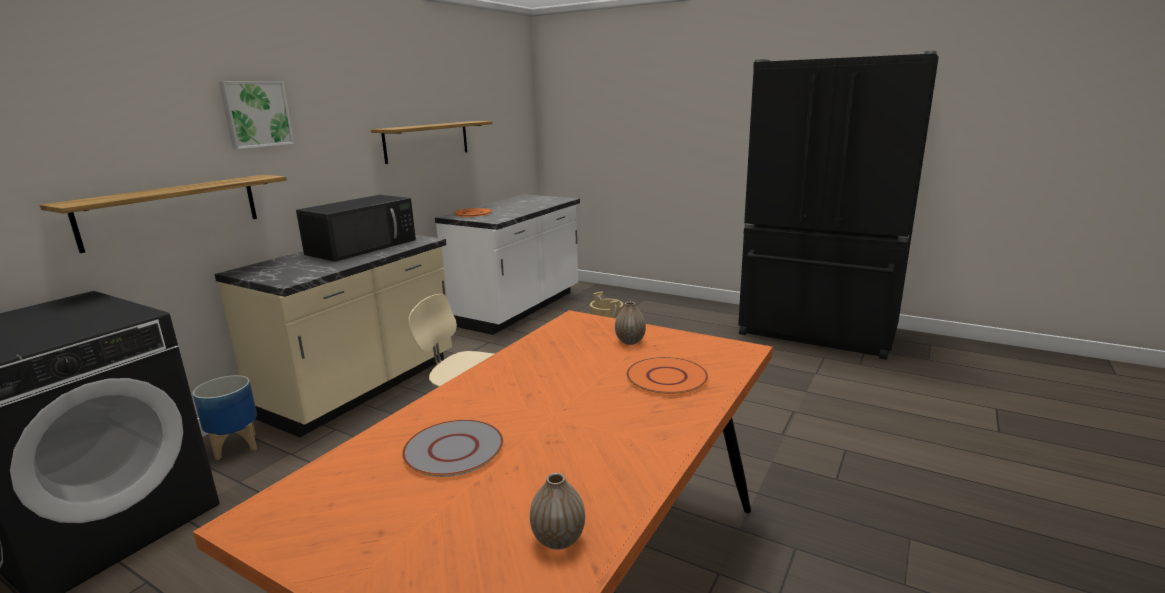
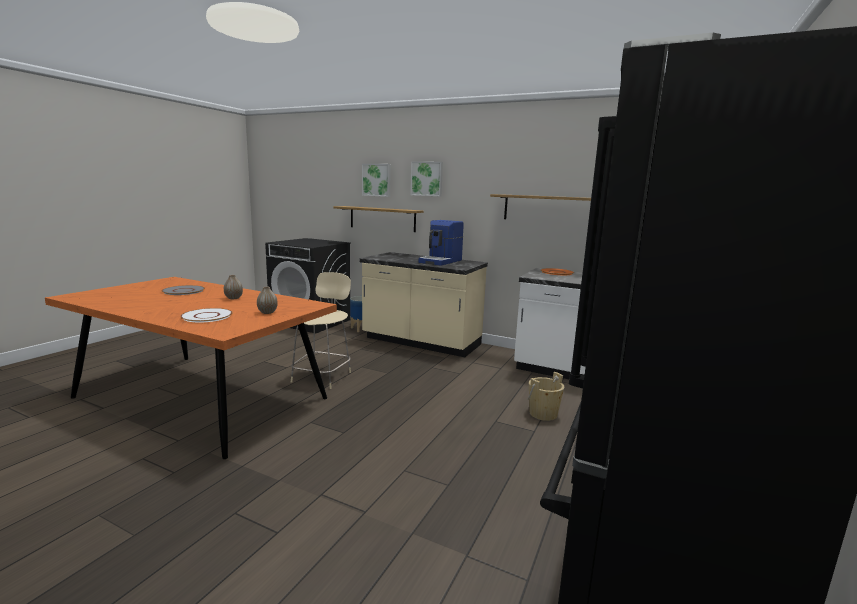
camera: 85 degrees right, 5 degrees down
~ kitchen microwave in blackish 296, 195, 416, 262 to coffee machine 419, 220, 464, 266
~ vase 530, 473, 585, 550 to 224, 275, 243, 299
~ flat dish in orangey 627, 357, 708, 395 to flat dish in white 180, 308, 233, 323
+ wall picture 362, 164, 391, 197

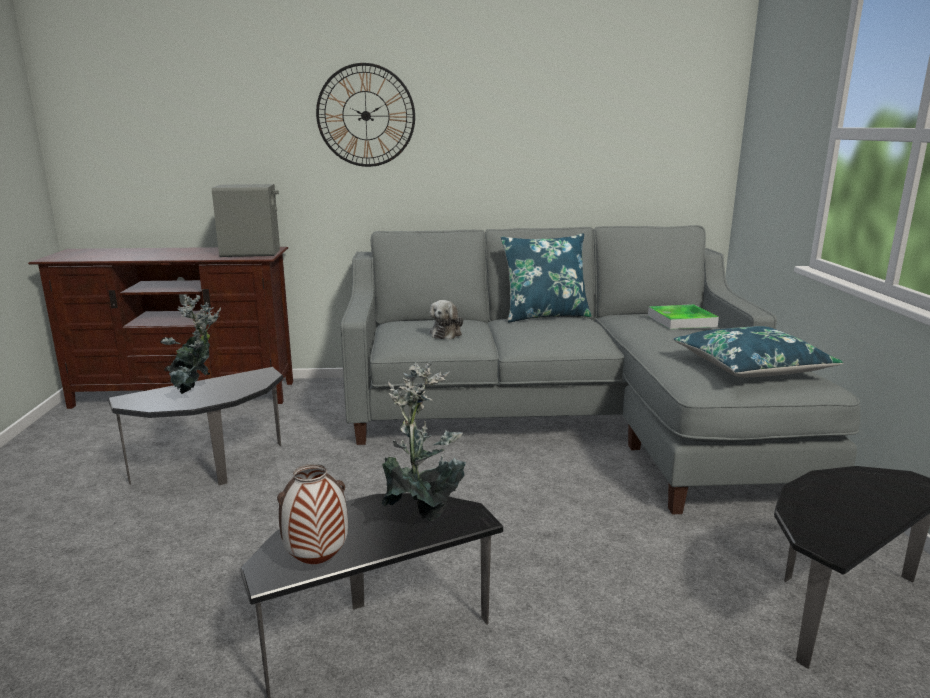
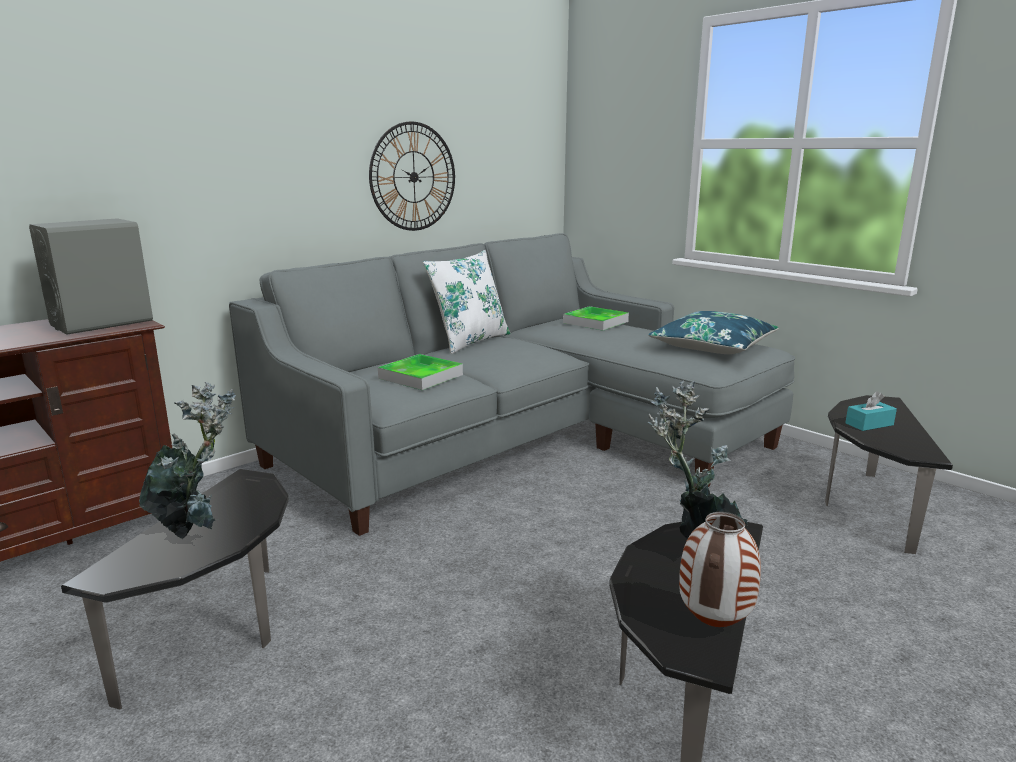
camera: 40 degrees left, 0 degrees up
~ wall clock 316, 63, 415, 167 to 369, 122, 455, 231
~ cuddly toy 429, 300, 463, 339 to carrying tray 378, 354, 463, 390
~ cushion in blue 501, 233, 591, 323 to cushion in white 423, 250, 510, 354
+ box of tissues in turquoise 845, 391, 897, 431

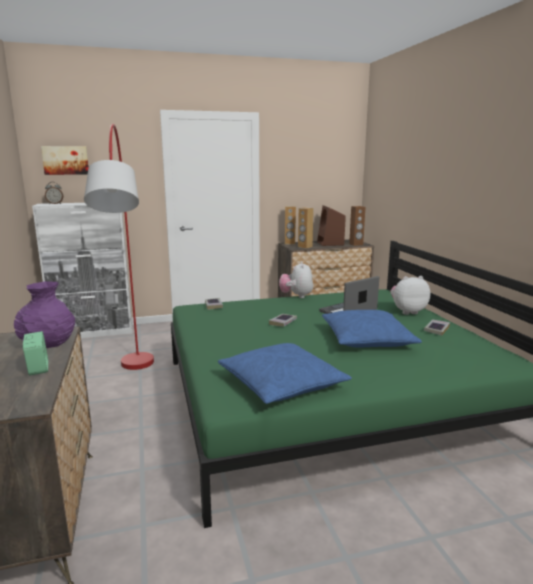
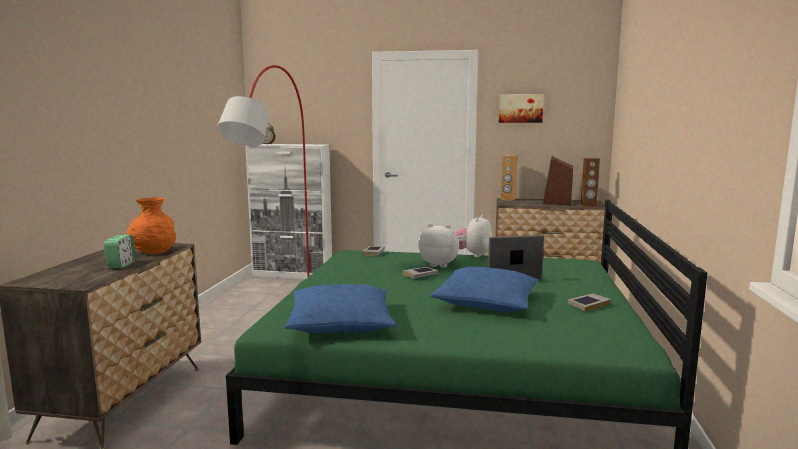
camera: 25 degrees right, 5 degrees down
~ vase in purple-coloured 14, 281, 75, 348 to vase in orangey 126, 197, 176, 254
~ wall picture 41, 146, 89, 175 to 499, 94, 544, 123
- speaker in brown-coloured 298, 207, 313, 249
~ cuddly toy 391, 276, 430, 315 to 419, 224, 459, 268

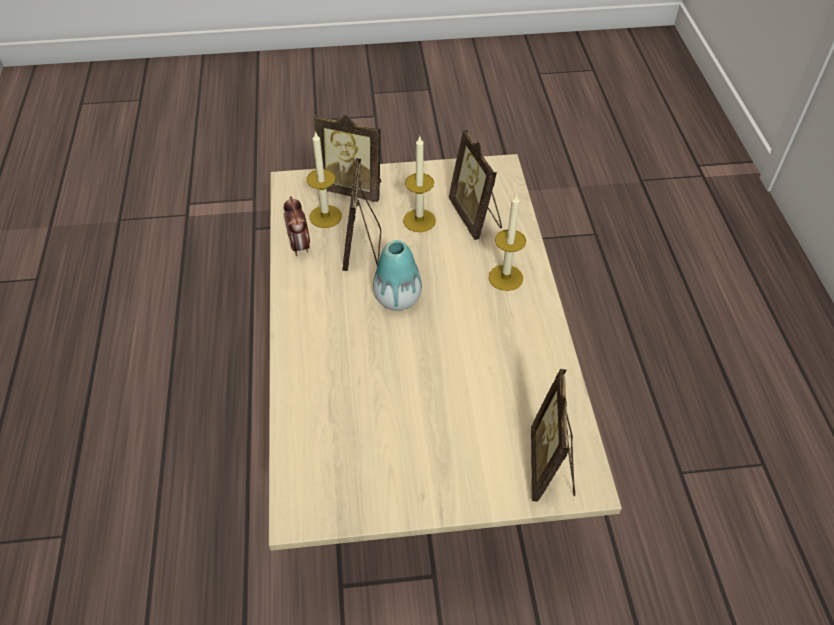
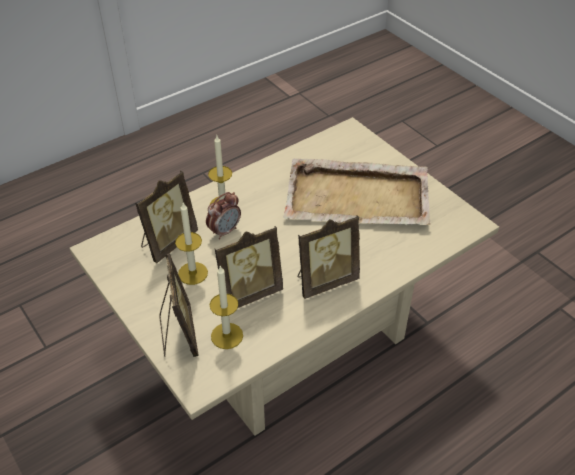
camera: 120 degrees left, 5 degrees down
~ alarm clock 284, 196, 310, 256 to 206, 192, 241, 240
- vase 373, 240, 422, 311
~ standing frame 531, 369, 575, 502 to 298, 215, 360, 299
+ carrying tray in sand-coloured 283, 159, 431, 225

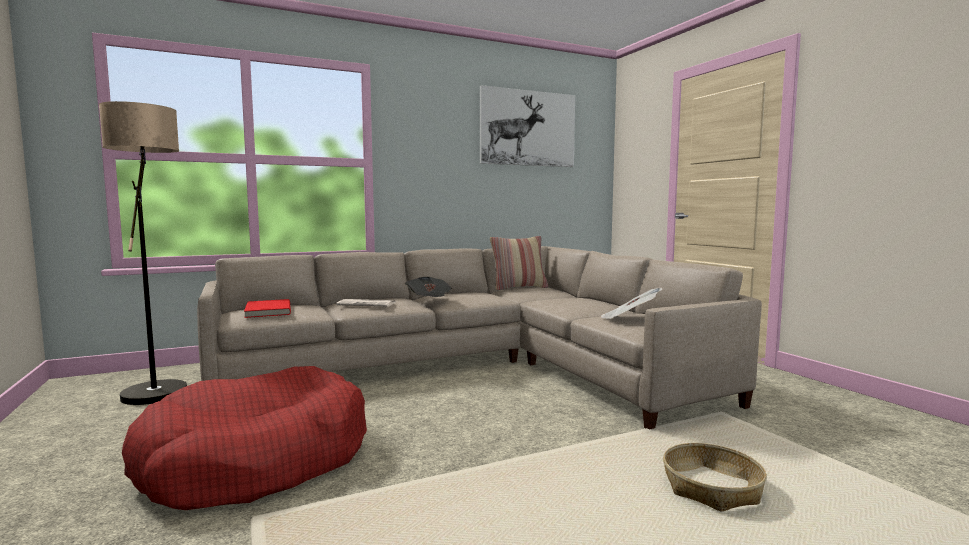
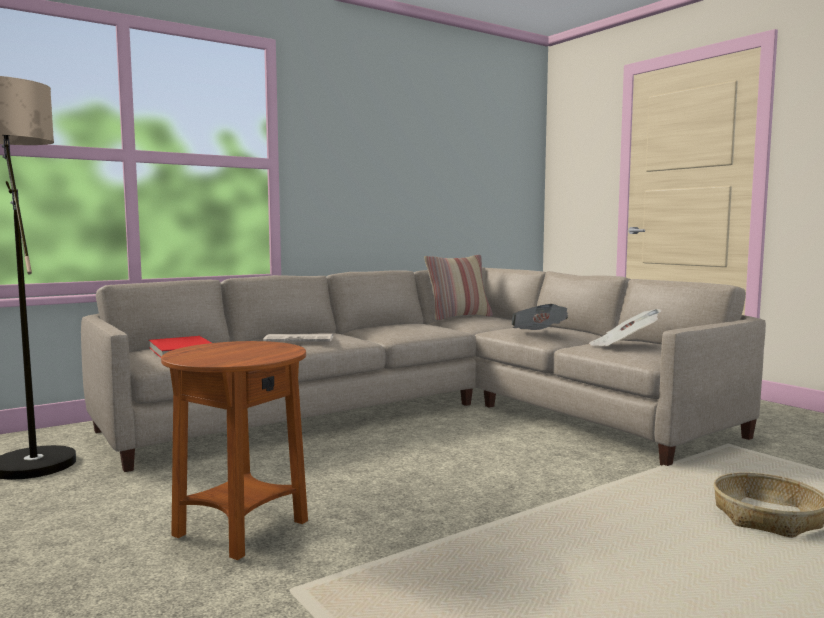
camera: 10 degrees left, 0 degrees up
~ dog cushion in reddish 122, 366, 367, 510 to accent table in brown-coloured 161, 341, 308, 560
~ daily paper 405, 277, 452, 297 to 512, 304, 568, 330
- wall picture 480, 85, 575, 167

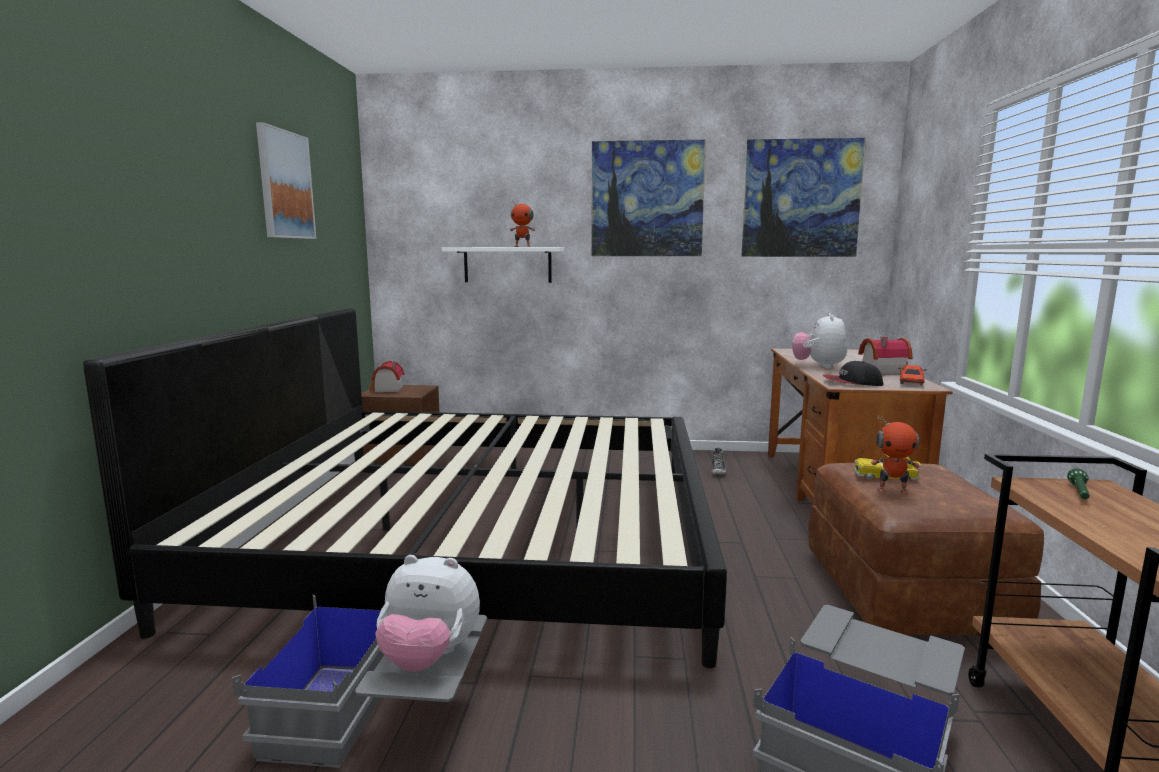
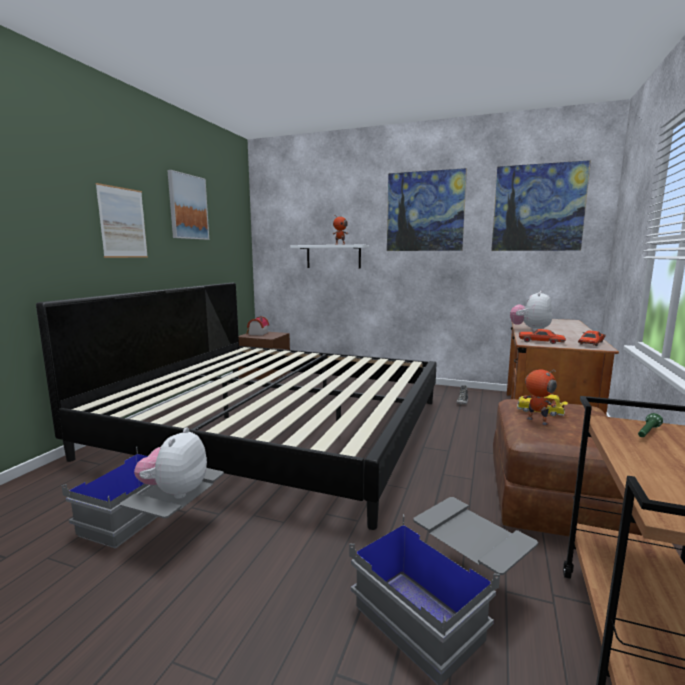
camera: 15 degrees right, 0 degrees up
~ cuddly toy 375, 555, 480, 672 = 134, 427, 207, 499 75 degrees clockwise
~ baseball cap 823, 361, 884, 386 to toy car in reddish 519, 329, 566, 344
- model house 858, 336, 913, 375
~ robot figure 871, 415, 920, 494 = 523, 369, 557, 425 150 degrees counterclockwise
+ wall picture 95, 183, 148, 258

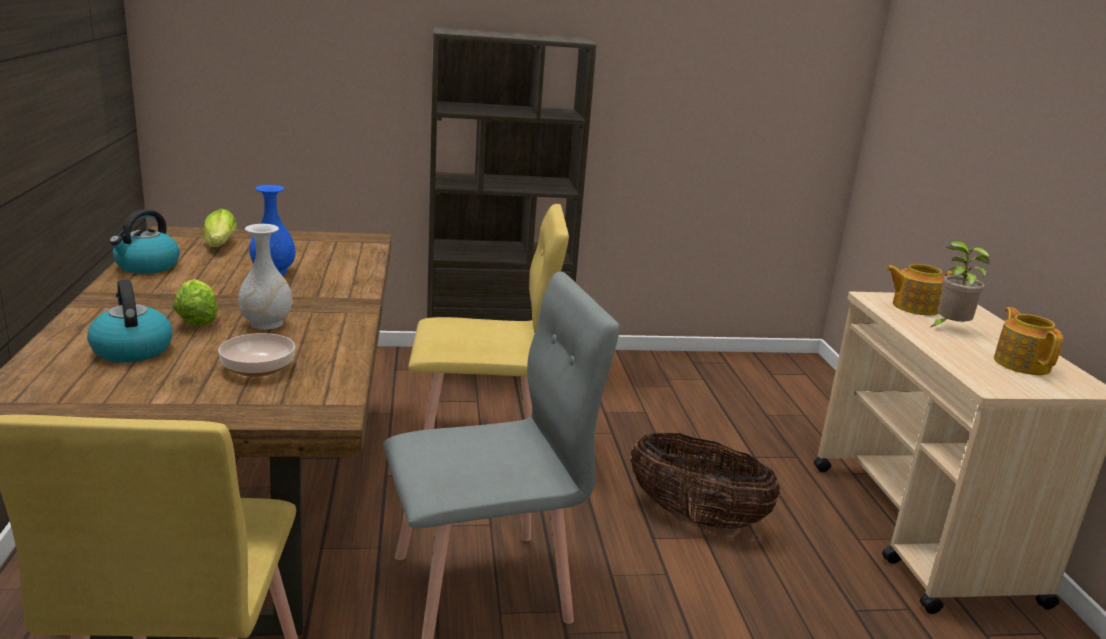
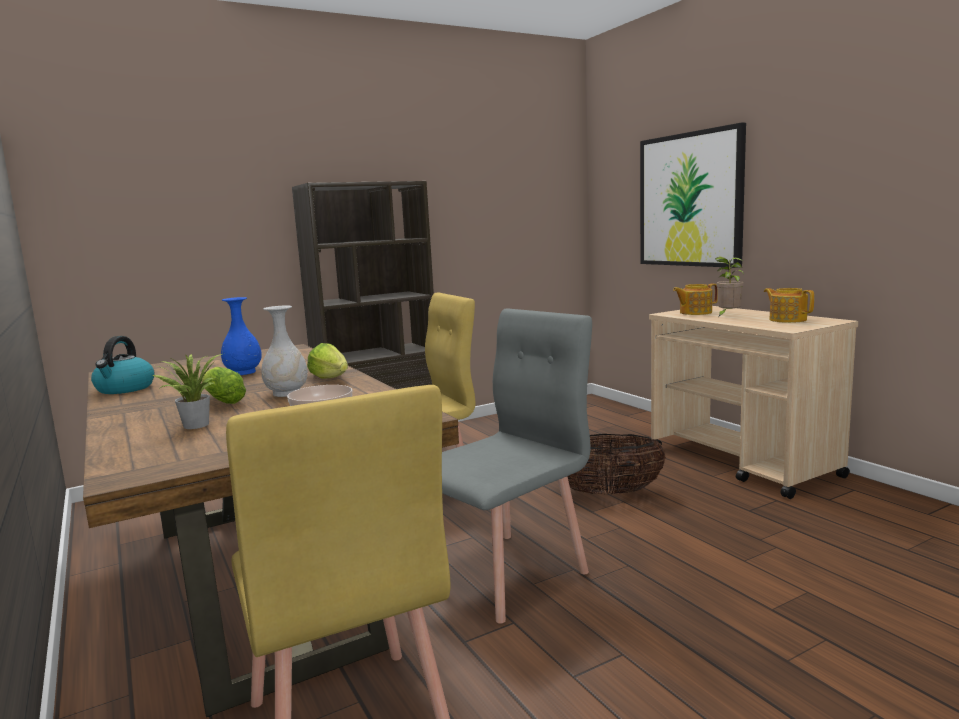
camera: 20 degrees left, 10 degrees down
~ water kettle 87, 279, 172, 363 to houseplant 153, 354, 222, 429
~ lettuce 203, 209, 237, 247 to 307, 343, 348, 379
+ wall picture 640, 123, 746, 268

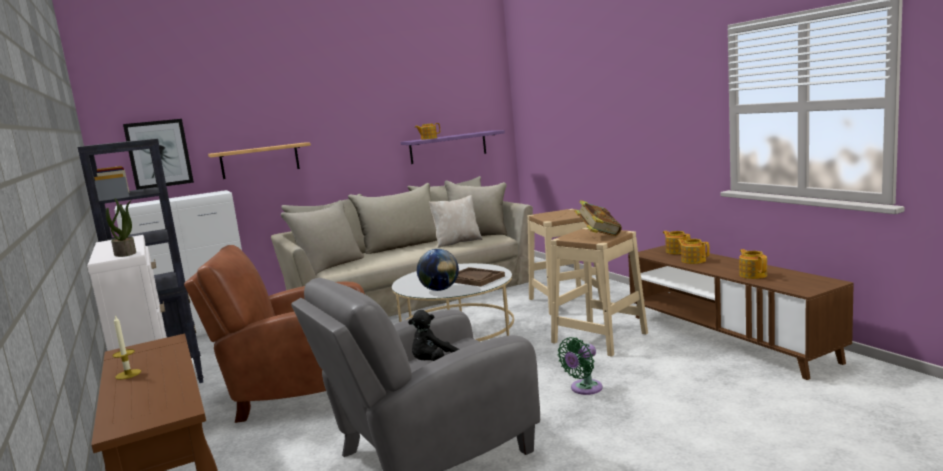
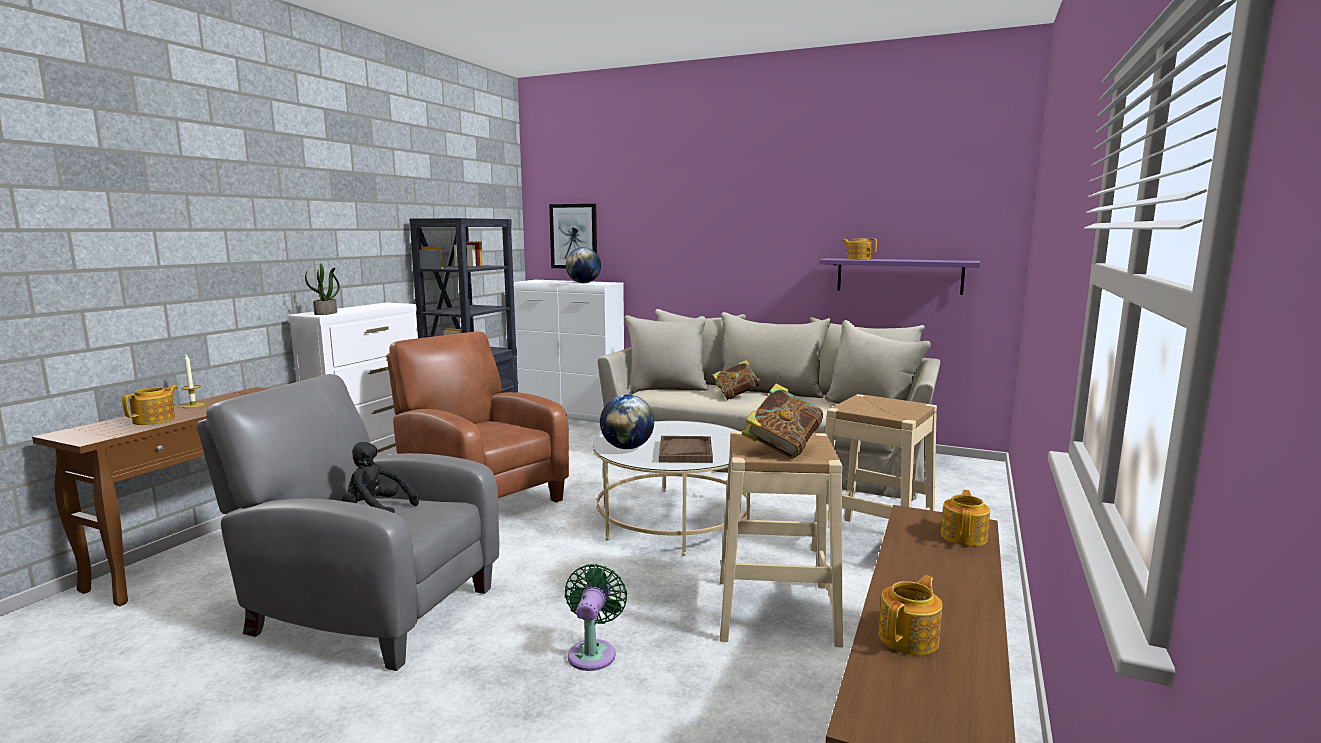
camera: 50 degrees right, 0 degrees up
- wall shelf 208, 142, 311, 179
- cushion in sand-coloured 429, 195, 483, 248
~ cooling fan in green 558, 337, 602, 395 = 565, 564, 627, 671 90 degrees clockwise
~ teapot 677, 239, 710, 264 to 122, 385, 178, 425
+ desk globe 566, 247, 601, 283
+ book 713, 360, 761, 400

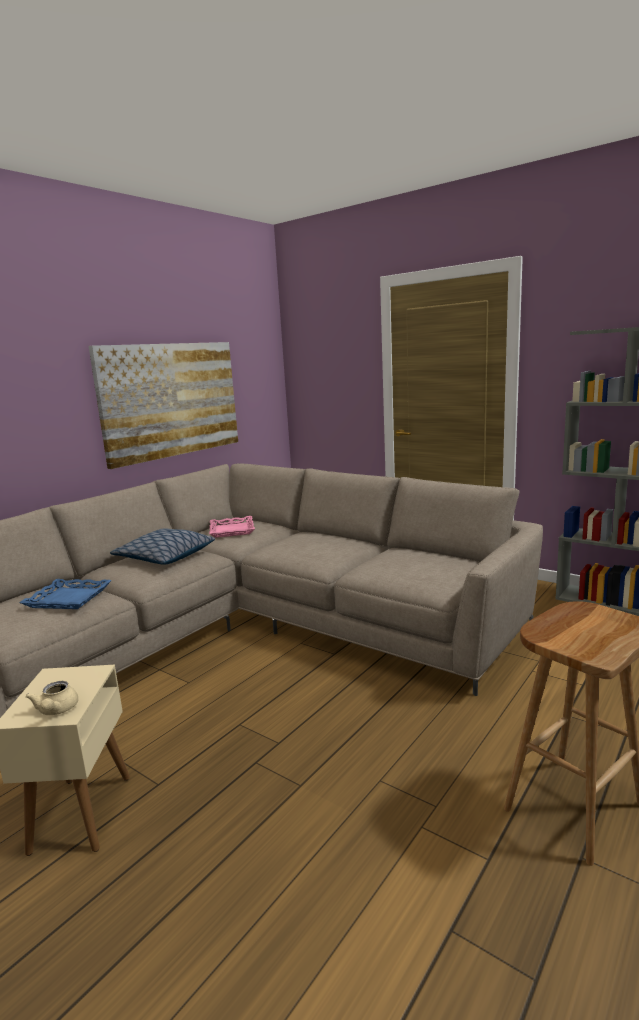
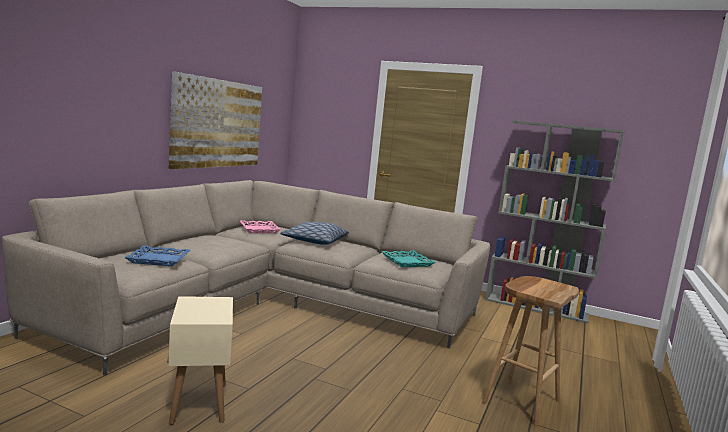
camera: 15 degrees left, 5 degrees down
- teapot in sand-coloured 25, 681, 78, 715
~ cushion 110, 529, 215, 565 to 280, 222, 349, 245
+ carrying tray in turquoise 382, 251, 436, 267

